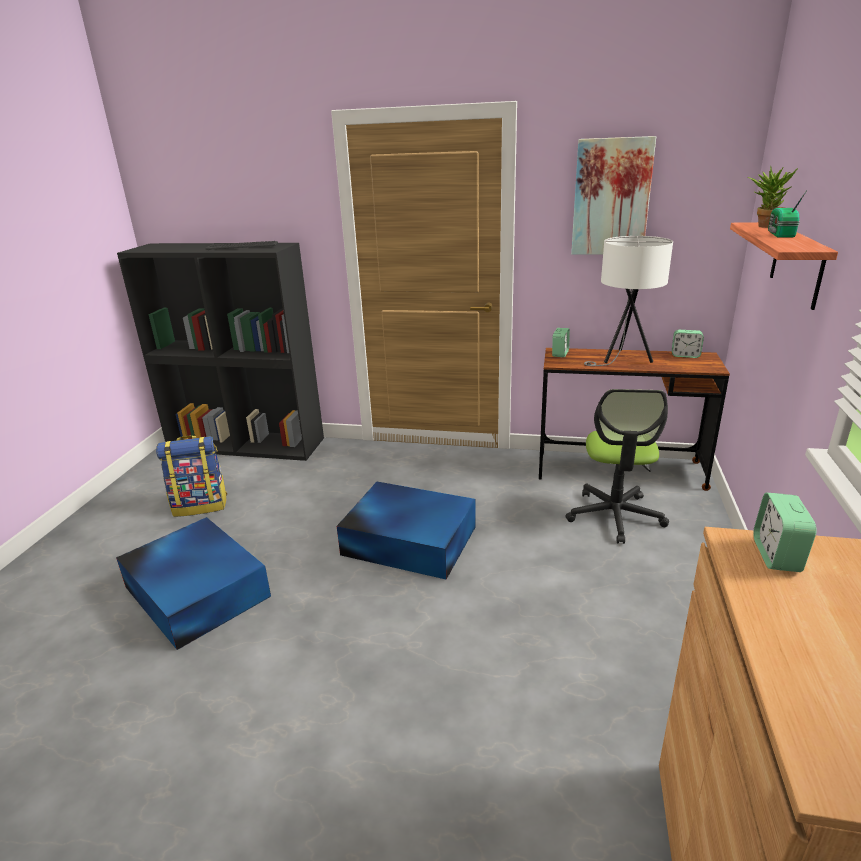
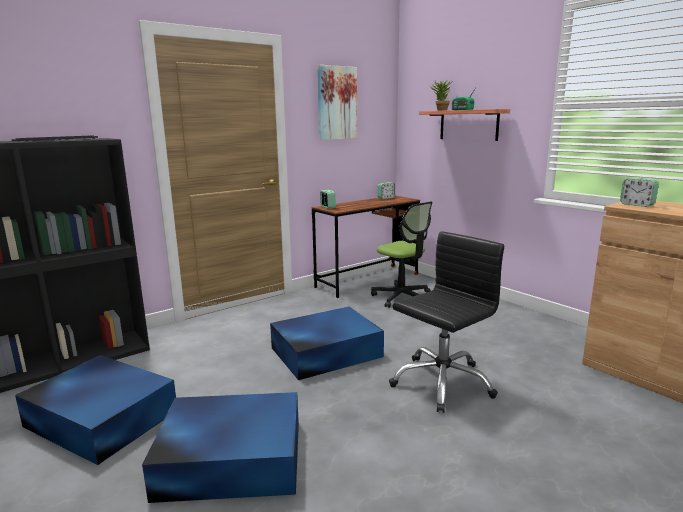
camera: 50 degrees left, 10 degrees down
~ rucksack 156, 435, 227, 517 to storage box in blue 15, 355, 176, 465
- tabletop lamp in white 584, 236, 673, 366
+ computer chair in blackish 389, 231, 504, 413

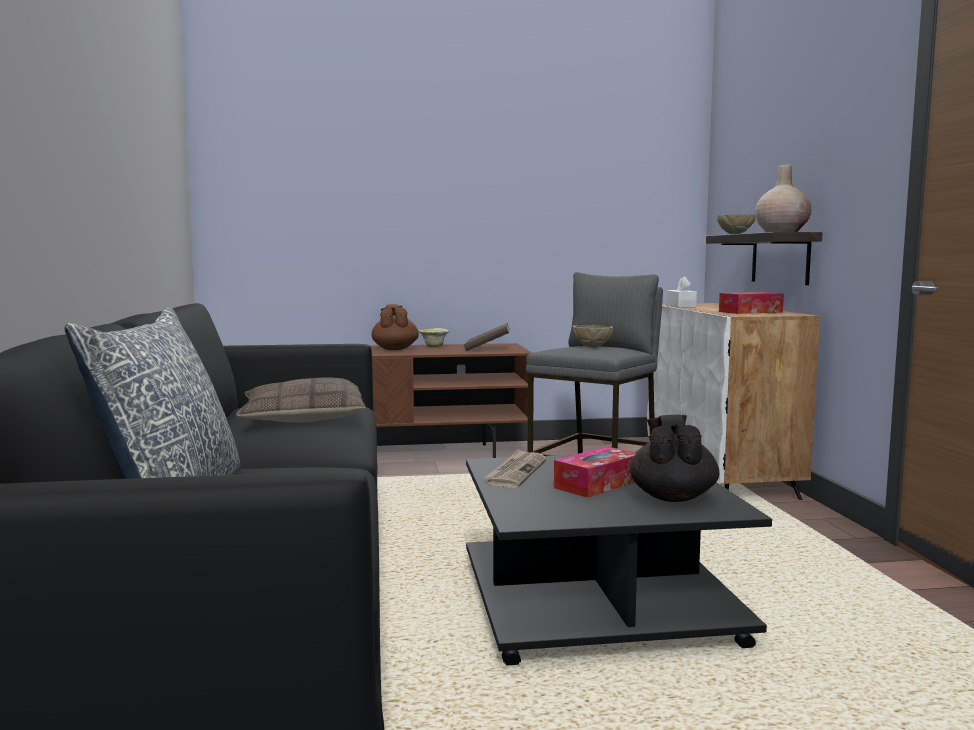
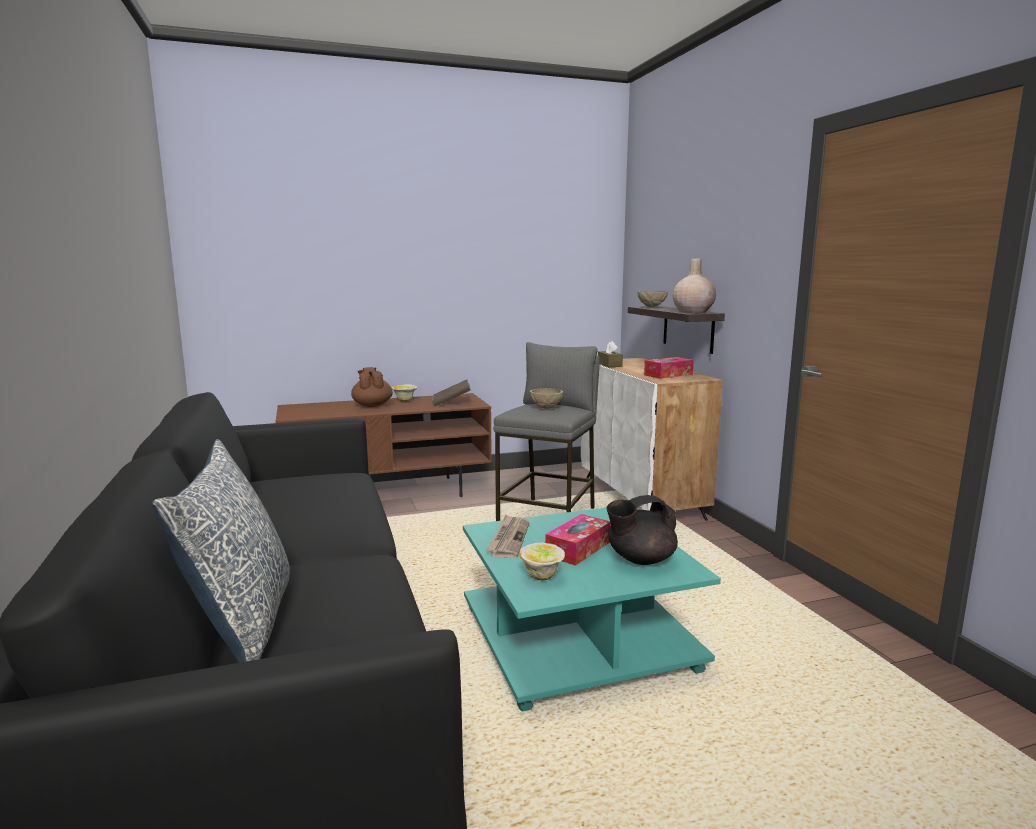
camera: 10 degrees left, 5 degrees up
- cushion 236, 377, 366, 423
~ lounge table in blackish 466, 455, 772, 666 to lounge table in turquoise 463, 508, 721, 712
~ teapot in blackish 630, 415, 719, 502 = 607, 495, 678, 565 105 degrees counterclockwise
~ box of tissues in white 667, 276, 697, 307 to box of tissues in brown-coloured 598, 341, 623, 367
+ bowl 520, 542, 565, 580

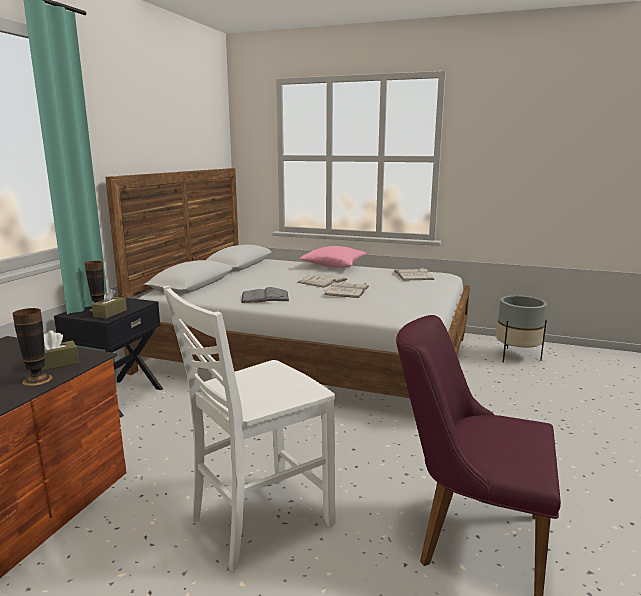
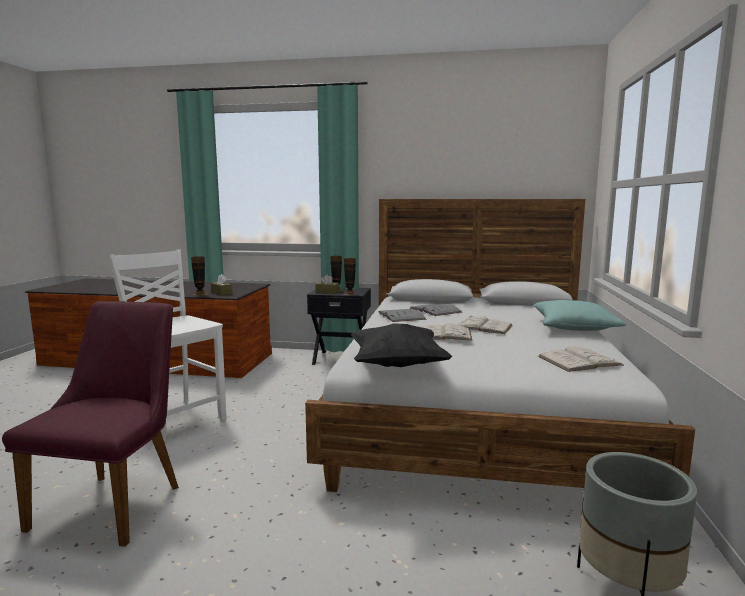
camera: 80 degrees right, 5 degrees down
~ cushion in pinkish 300, 246, 366, 268 to cushion in turquoise 533, 300, 626, 331
+ vase 344, 258, 356, 295
+ cushion in blackish 351, 324, 453, 367
+ book in gray 410, 304, 462, 316

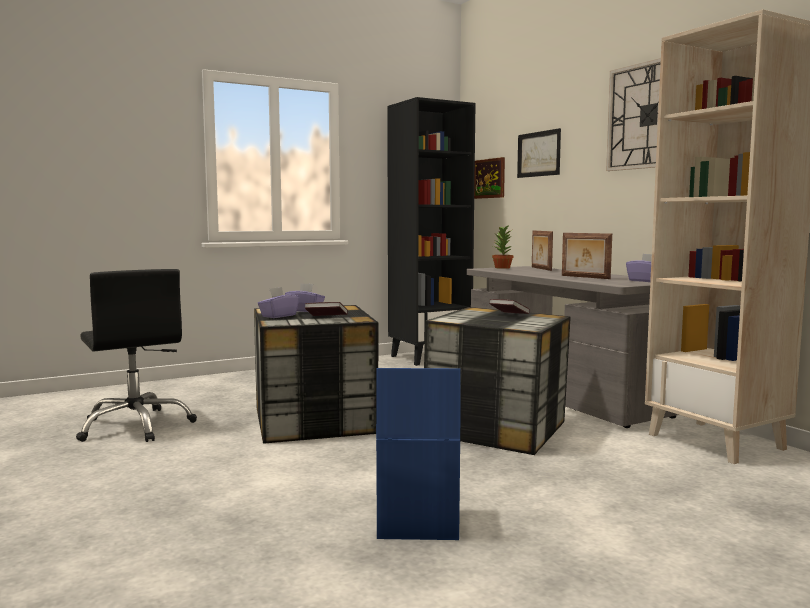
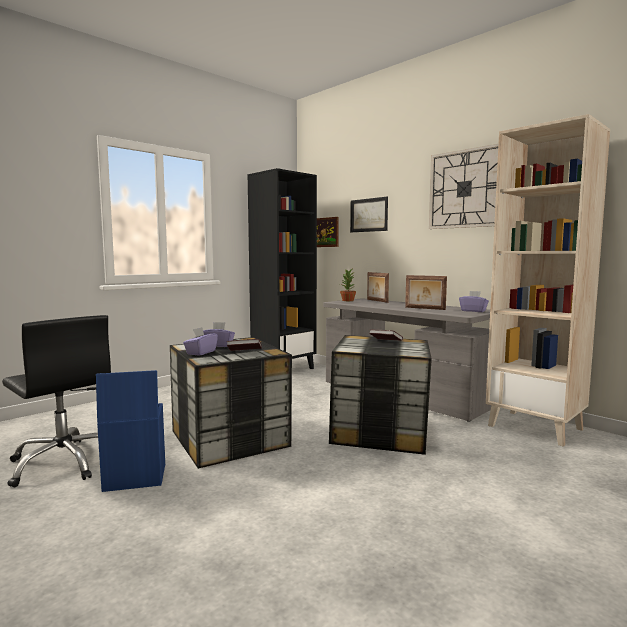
camera: 15 degrees left, 0 degrees up
~ storage box in blue 376, 368, 461, 540 to 96, 370, 165, 492

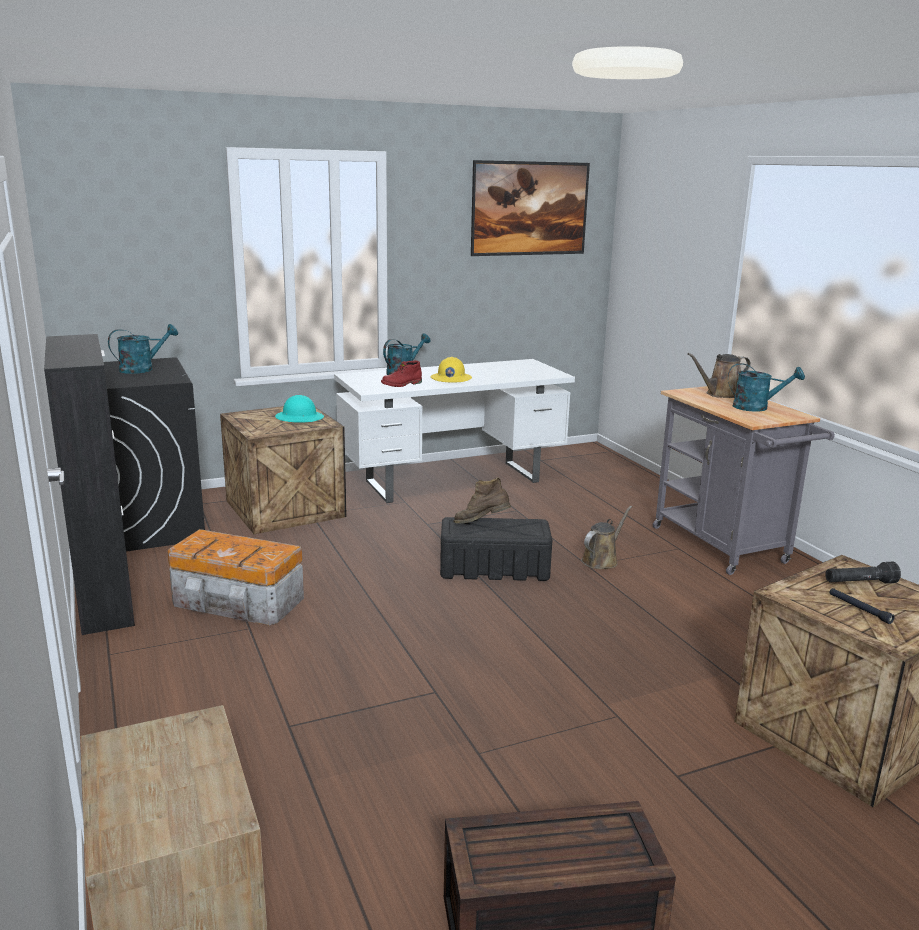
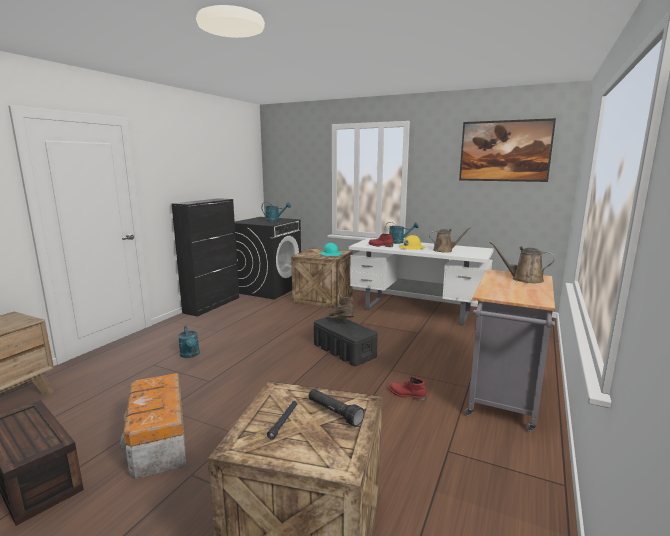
camera: 50 degrees right, 5 degrees down
~ storage box 168, 529, 304, 625 to 120, 373, 187, 479
~ watering can in brown-coloured 581, 506, 632, 569 to 429, 227, 472, 253
~ watering can in turquoise 728, 363, 805, 412 to 178, 326, 200, 358
+ boot in reddish 389, 377, 426, 401

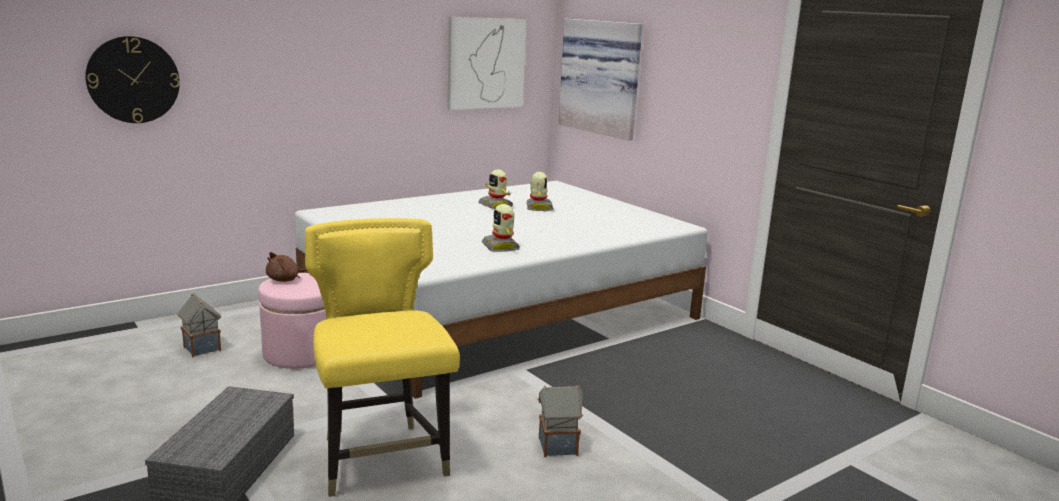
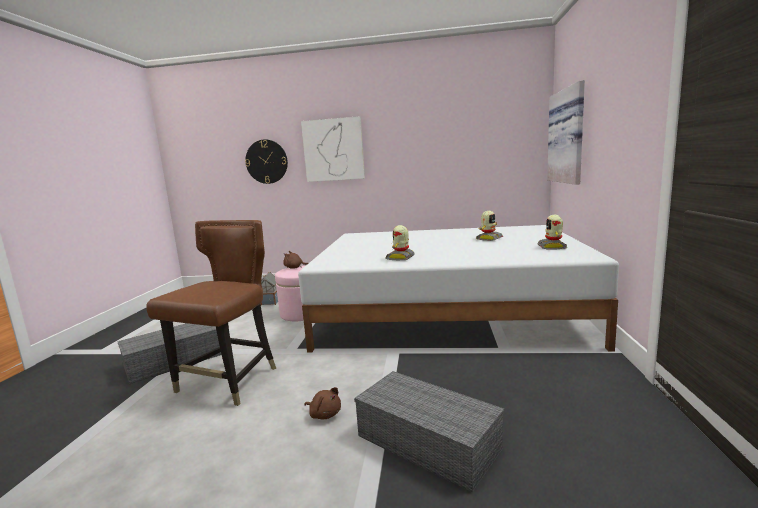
camera: 45 degrees right, 5 degrees down
~ plain chair in yellowish 305, 218, 460, 497 to plain chair in brown-coloured 146, 220, 276, 406
~ wall picture 447, 17, 527, 110 to 301, 116, 365, 182
~ robot figure 478, 169, 513, 209 to 537, 215, 567, 250
~ model house 537, 385, 583, 457 to cuddly toy in brown-coloured 305, 387, 341, 419
+ storage box in gray 354, 371, 504, 493

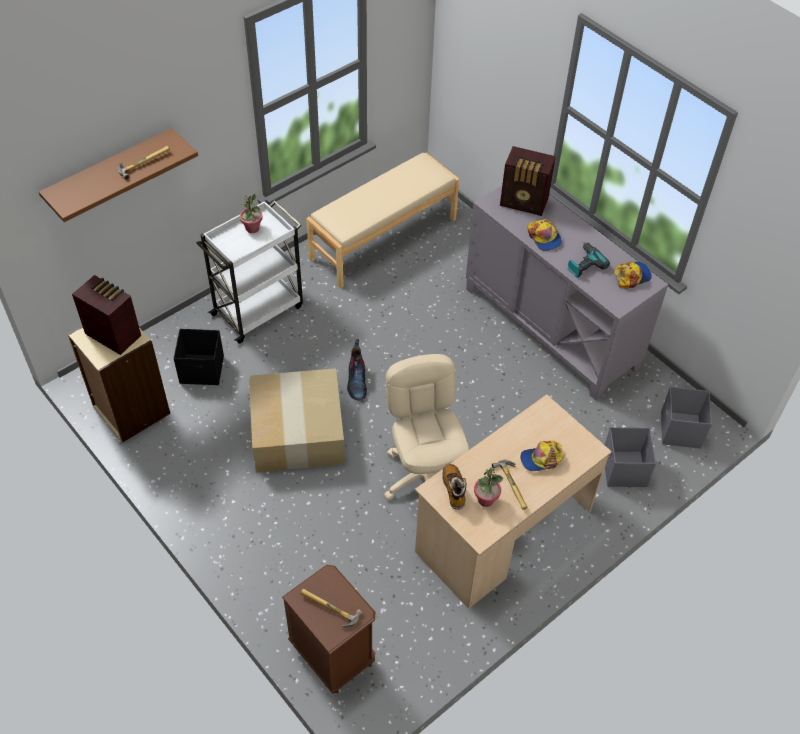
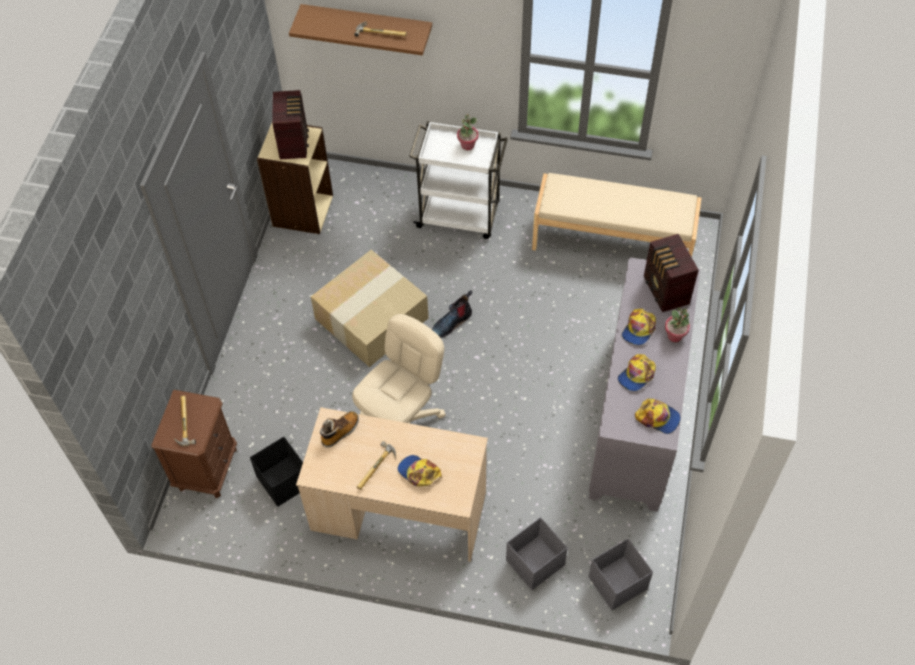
camera: 55 degrees right, 5 degrees up
~ storage box in blackish 174, 329, 224, 385 to 250, 436, 303, 507
~ houseplant 474, 468, 504, 507 to 665, 307, 690, 342
~ drill 568, 242, 610, 278 to baseball cap 618, 354, 656, 391

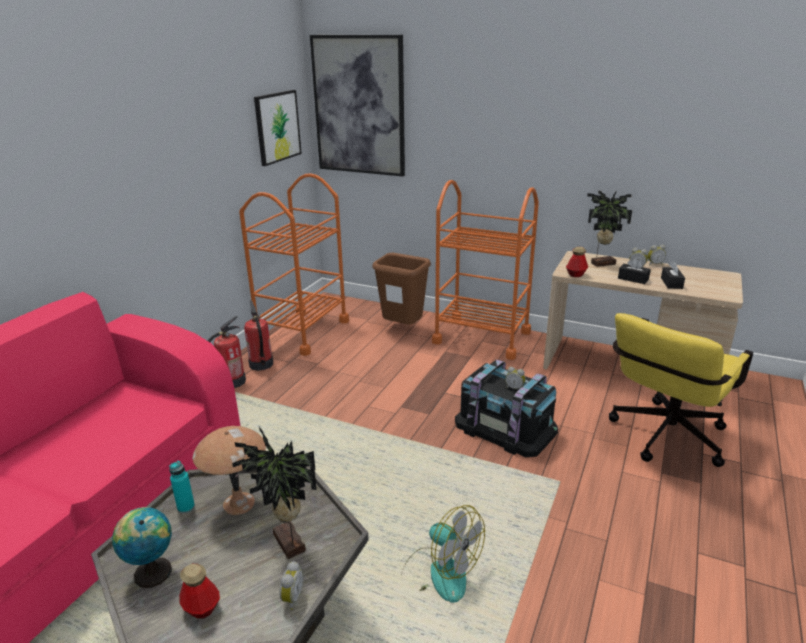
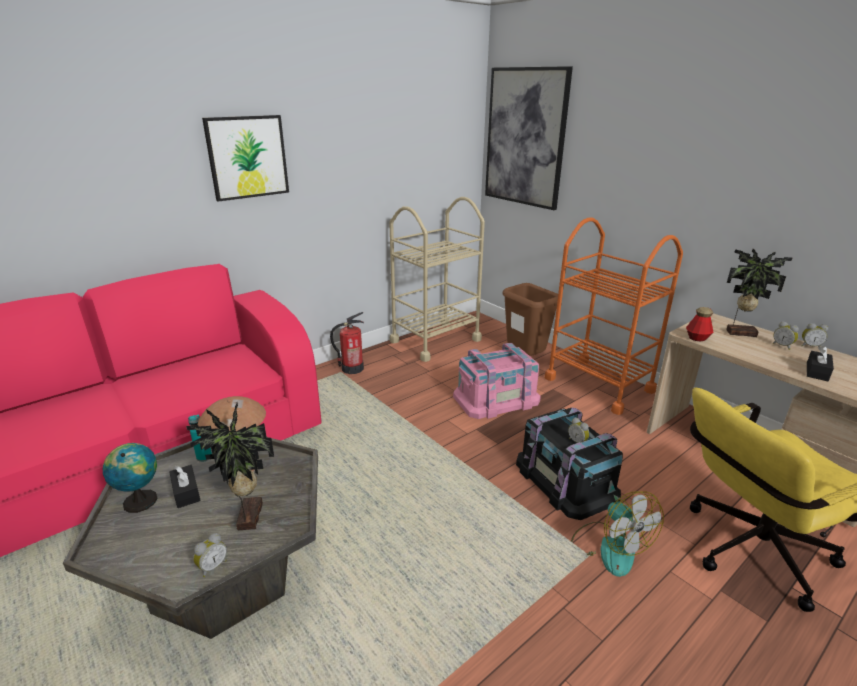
camera: 25 degrees right, 0 degrees up
- drink bottle 179, 564, 220, 619
~ cart in orangey 239, 173, 349, 356 to cart in sand-coloured 389, 197, 485, 362
- fire extinguisher 244, 300, 273, 371
~ wall picture 254, 90, 302, 166 to 202, 115, 289, 202
~ cooling fan 401, 505, 485, 603 to 571, 491, 664, 577
~ box of tissues in blackish 618, 258, 651, 284 to 169, 465, 201, 508
+ storage box in pinkish 453, 343, 541, 419

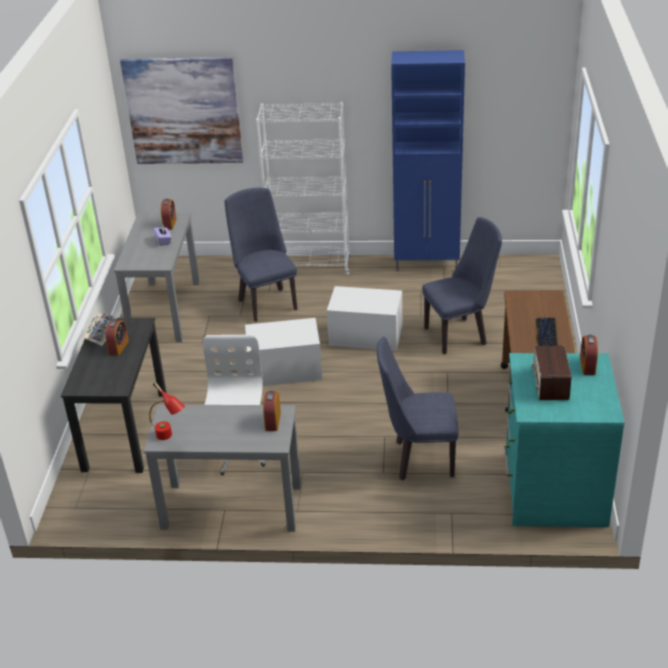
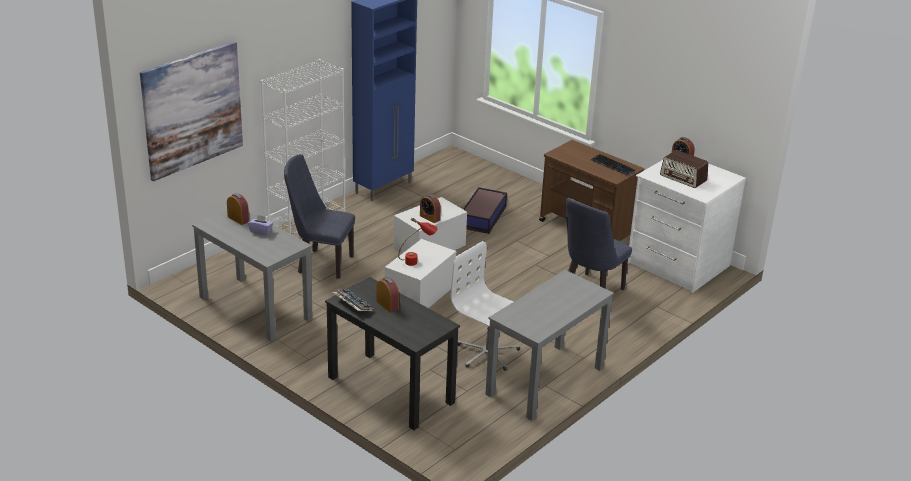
camera: 55 degrees left, 5 degrees down
~ tabletop lamp in reddish 149, 382, 185, 440 to 398, 217, 438, 266
~ alarm clock 263, 391, 281, 431 to 420, 194, 441, 223
~ plain chair in blue 422, 217, 502, 354 to storage box 463, 187, 507, 234
~ dresser in turquoise 504, 353, 625, 527 to dresser in white 628, 160, 746, 293

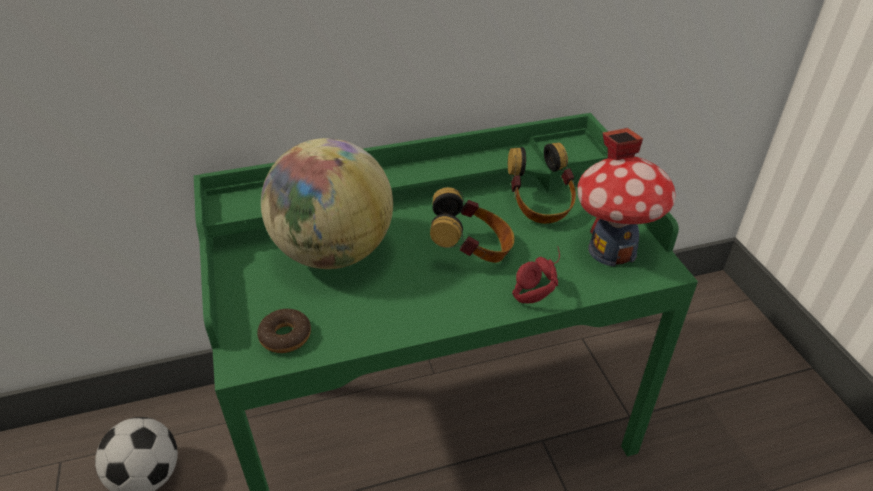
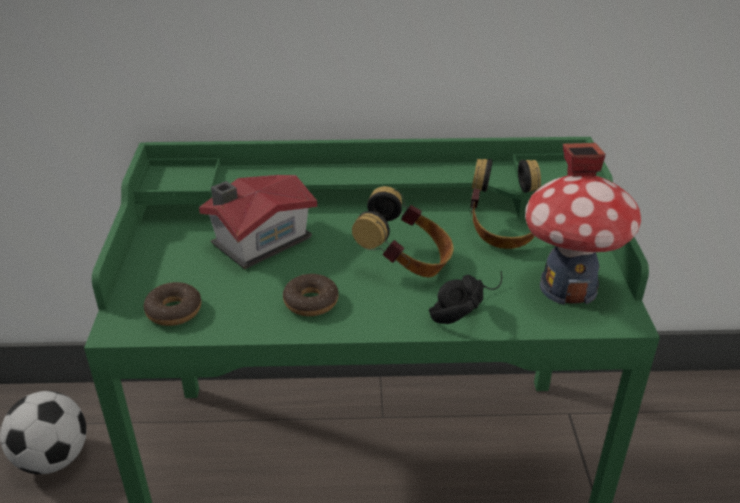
camera: 15 degrees right, 5 degrees down
~ desk globe 261, 138, 393, 269 to model house 199, 175, 317, 269
~ headset in reddish 512, 246, 560, 303 to headset in blackish 429, 271, 502, 324
+ doughnut 283, 274, 338, 316

